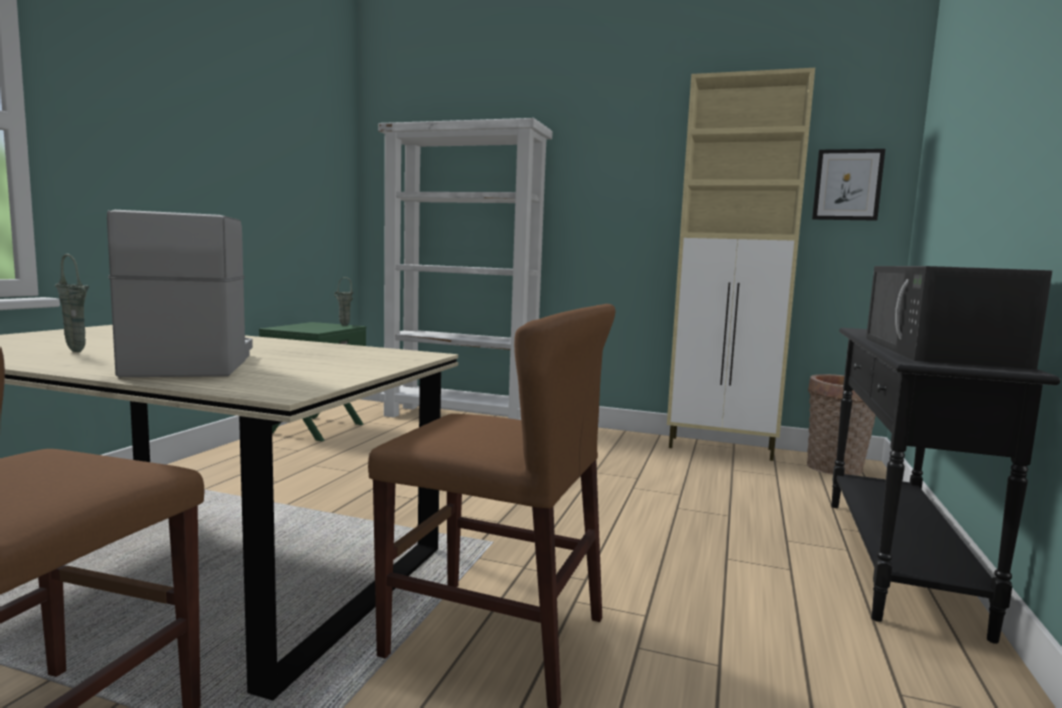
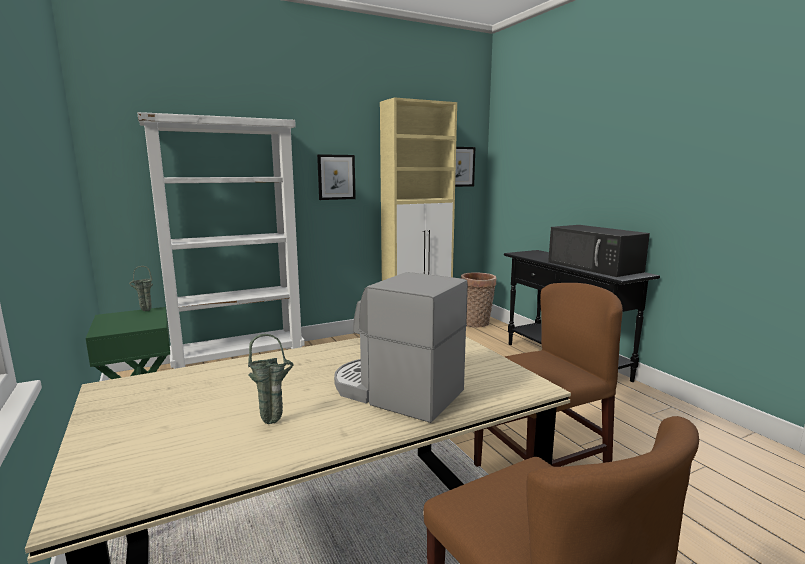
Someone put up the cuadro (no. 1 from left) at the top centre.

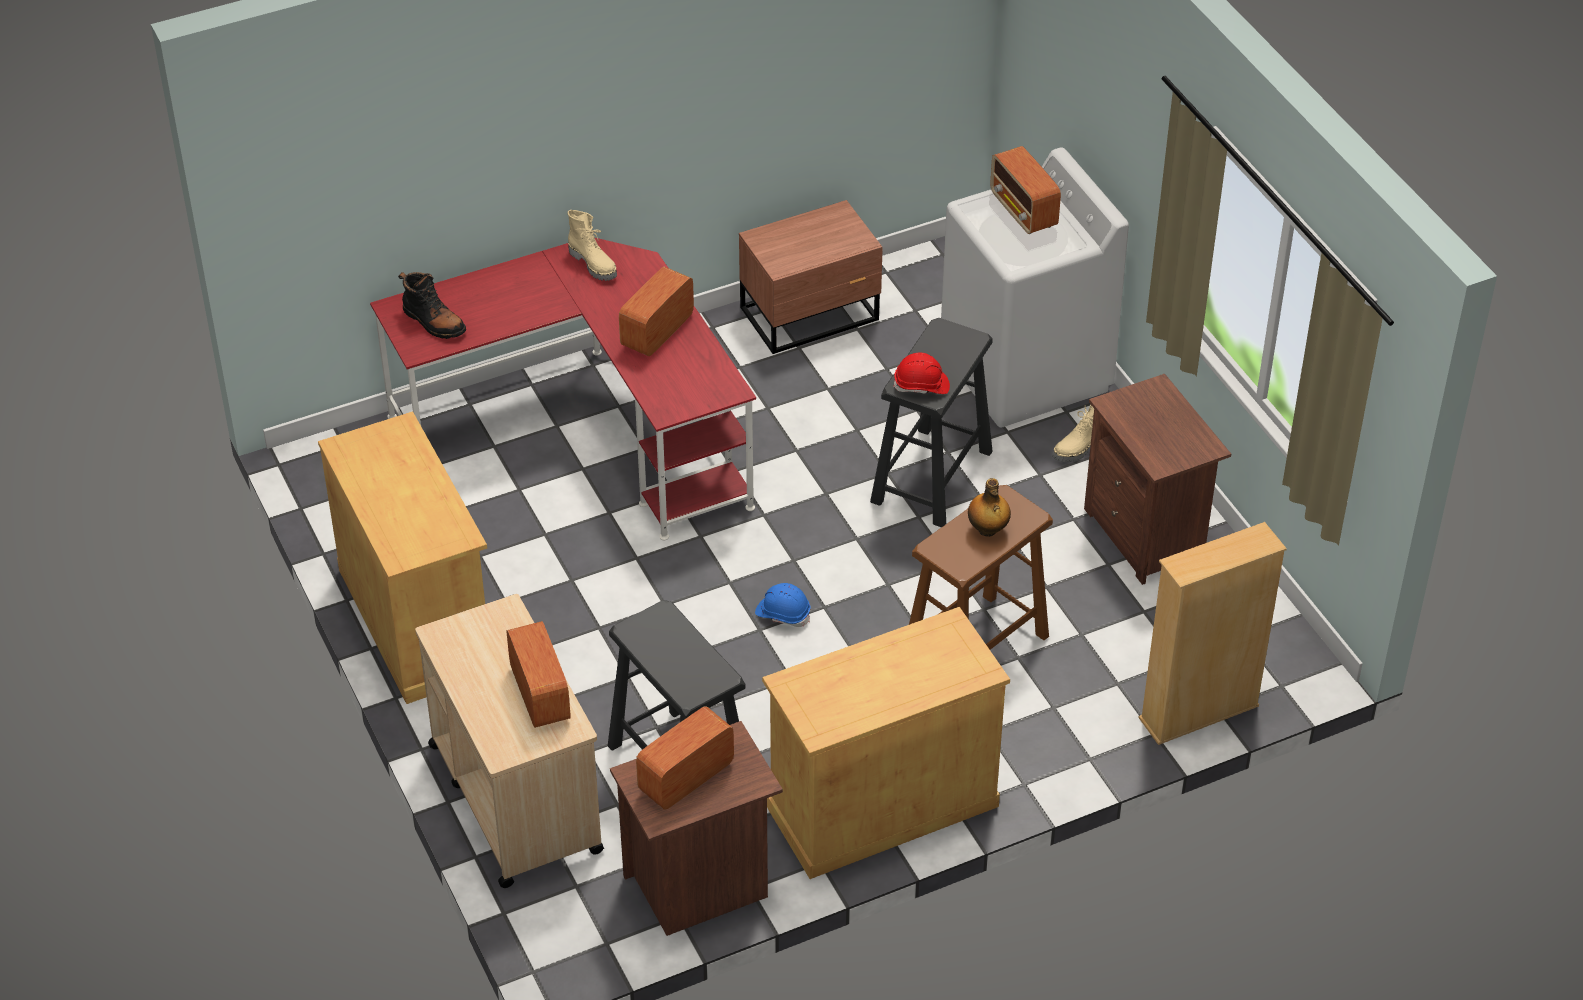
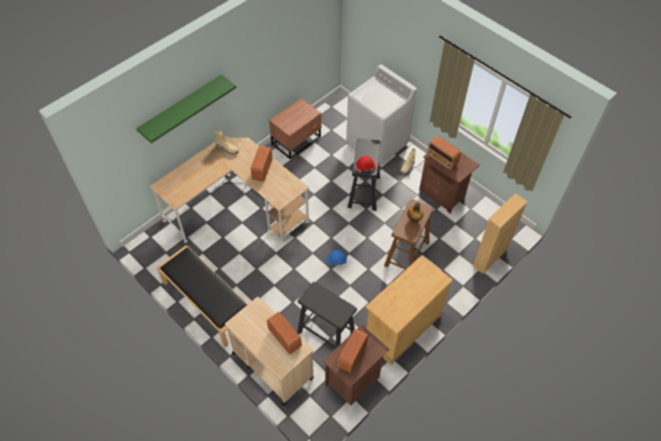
Someone carried the radio (no. 4 from left) from the top centre to the middle right. Someone repainted the escritorio [rojo] at the centre, which became the escritorio [beis] at the centre. Someone took away the bota [negro] at the top left. Someone swapped the armario [beis] (no. 1 from left) at the middle left for the banco [negro] at the bottom left. Someone put up the estante [verde] at the top left.

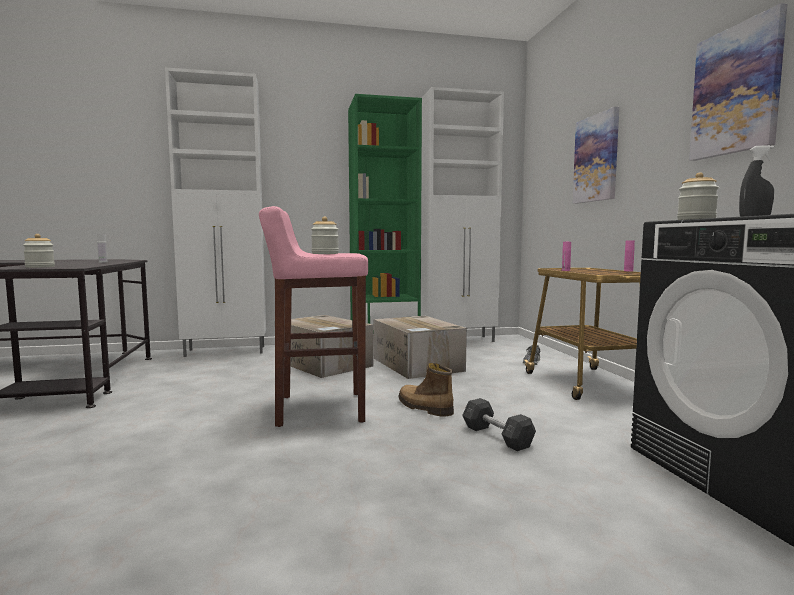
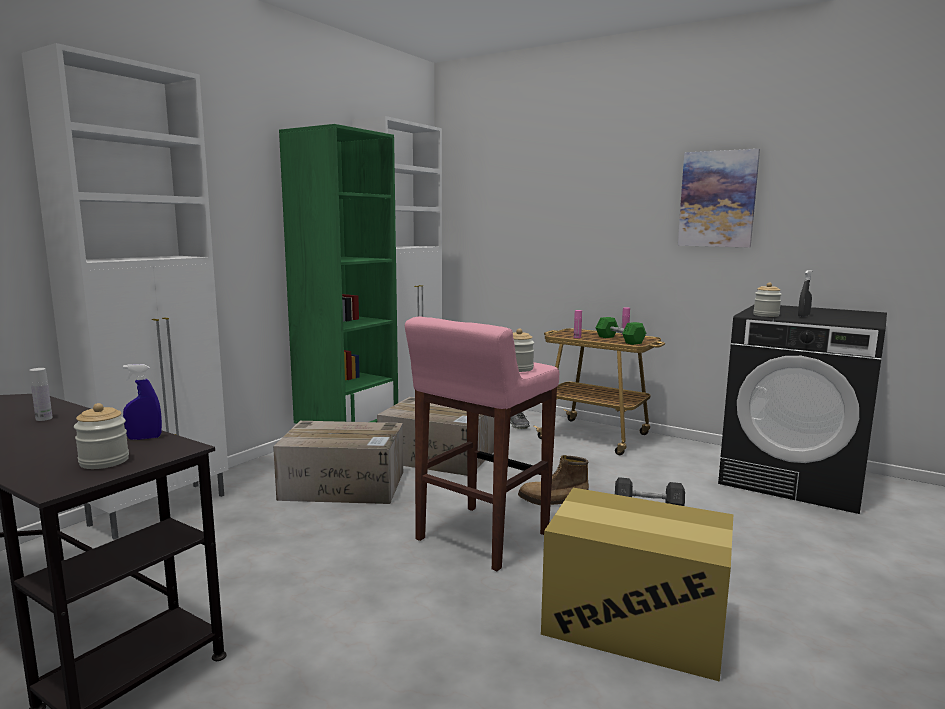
Someone took away the cuadro (no. 1 from left) at the top right. Someone put down the mancuerna [verde] at the centre. Someone put down the pulverizador [azul] at the middle left. Someone put down the caja de cartón (no. 3 from left) at the bottom right.

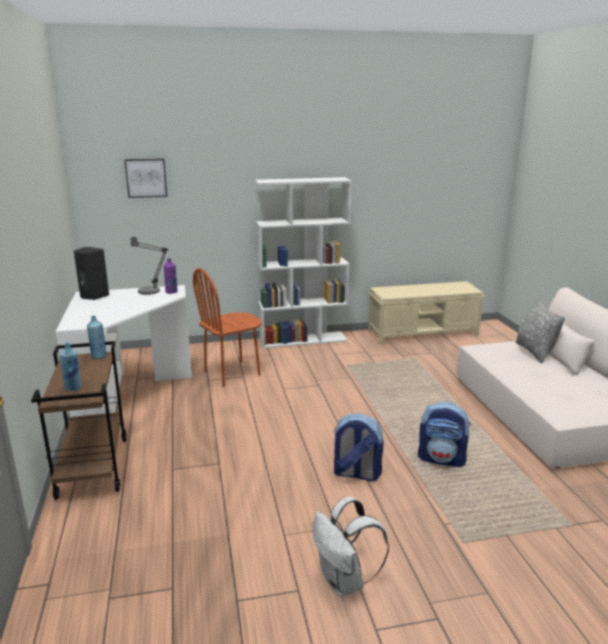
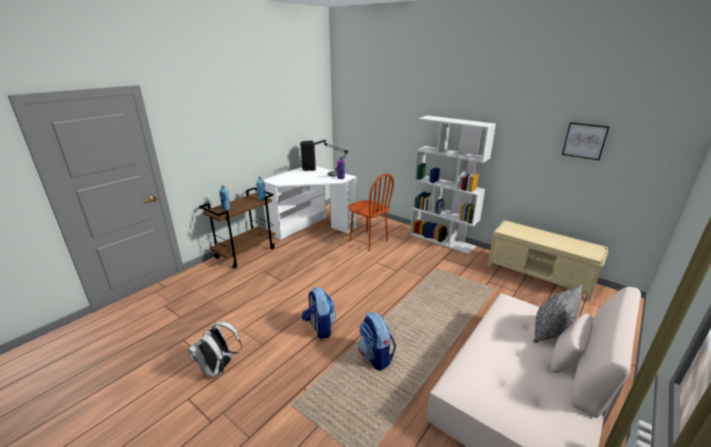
Someone carried the cuadro from the top left to the top right. Someone rotated the silla [marrón] at the centre by 150 degrees counterclockwise.

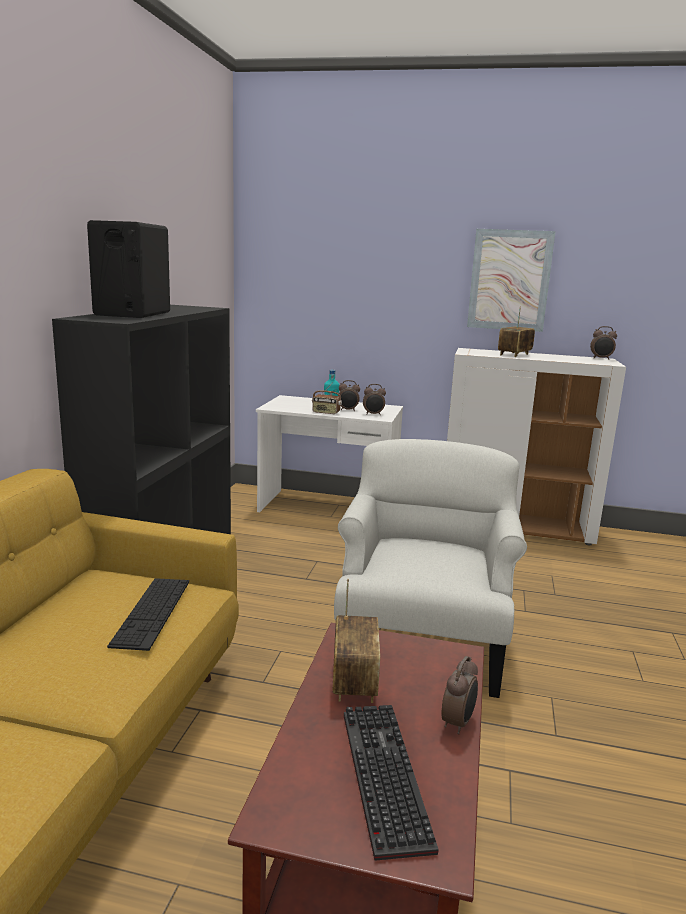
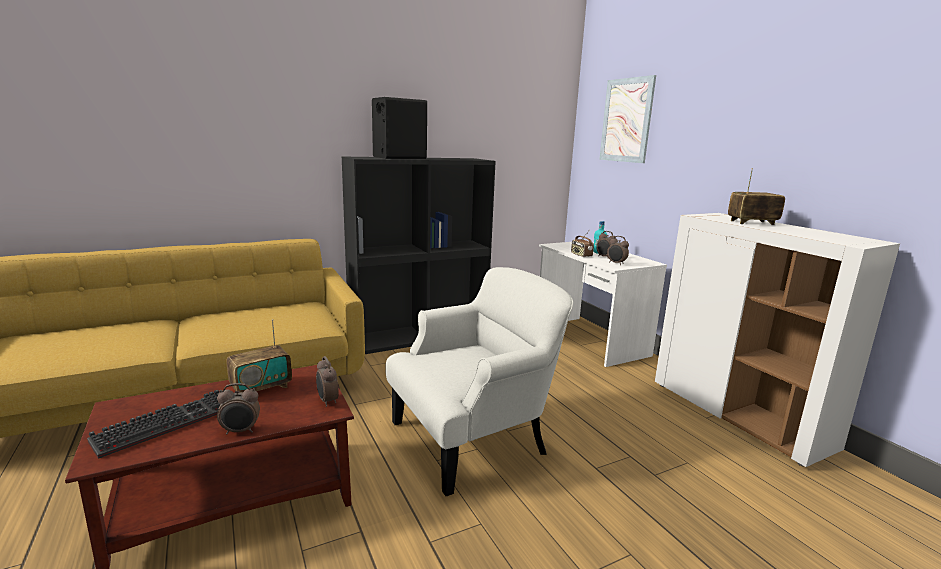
Someone carried the cuadro from the top right to the top centre. Someone carried the despertador (no. 4 from left in the first image) from the middle right to the bottom centre. Someone took away the teclado (no. 1 from left) at the bottom left.

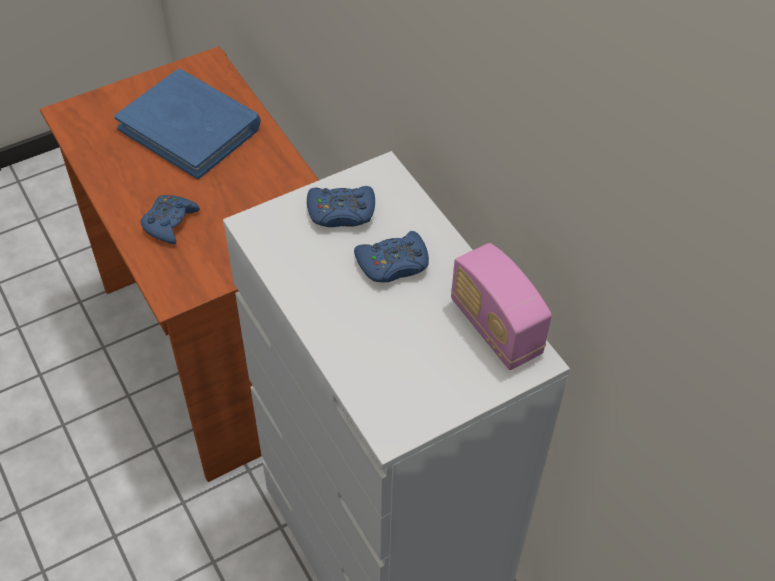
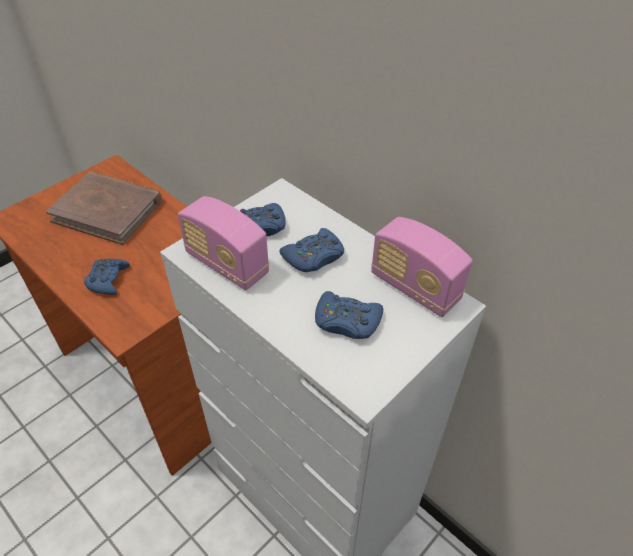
Someone repainted the libro [azul] at the top left, which became the libro [marrón] at the middle left. Someone put down the radio (no. 1 from left) at the centre. Someone put down the mando de consola [azul] (no. 4 from left) at the centre.

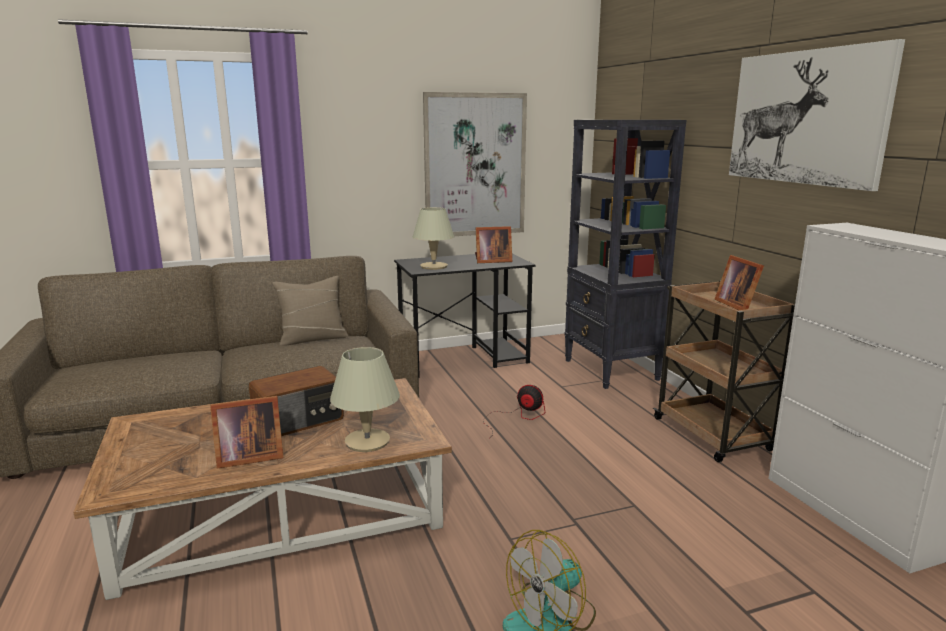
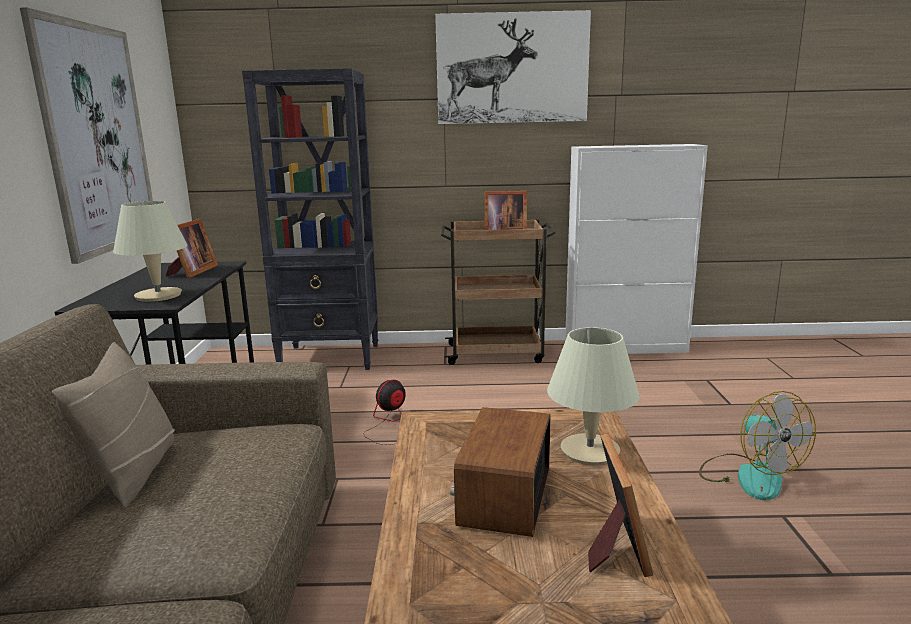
Someone rotated the radio at the middle left by 150 degrees counterclockwise.

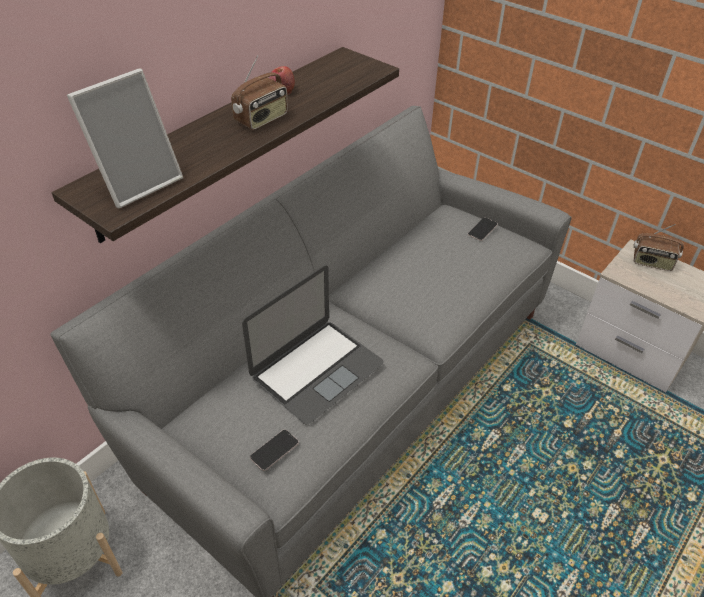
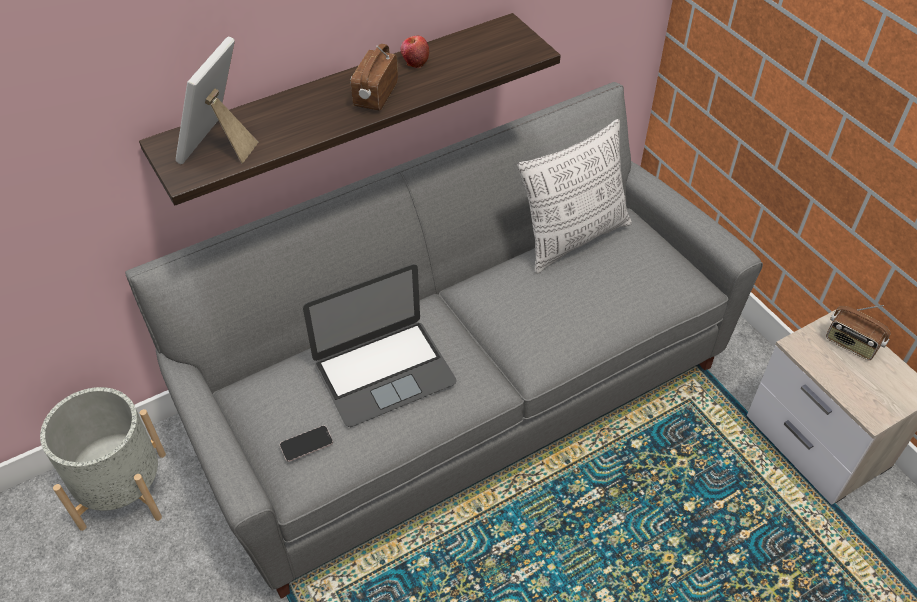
Someone rotated the radio (no. 1 from left) at the top centre by 135 degrees clockwise. Someone rotated the portarretratos at the top left by 135 degrees clockwise. Someone took away the móvil (no. 2 from left) at the middle right. Someone put down the cojín at the top centre.

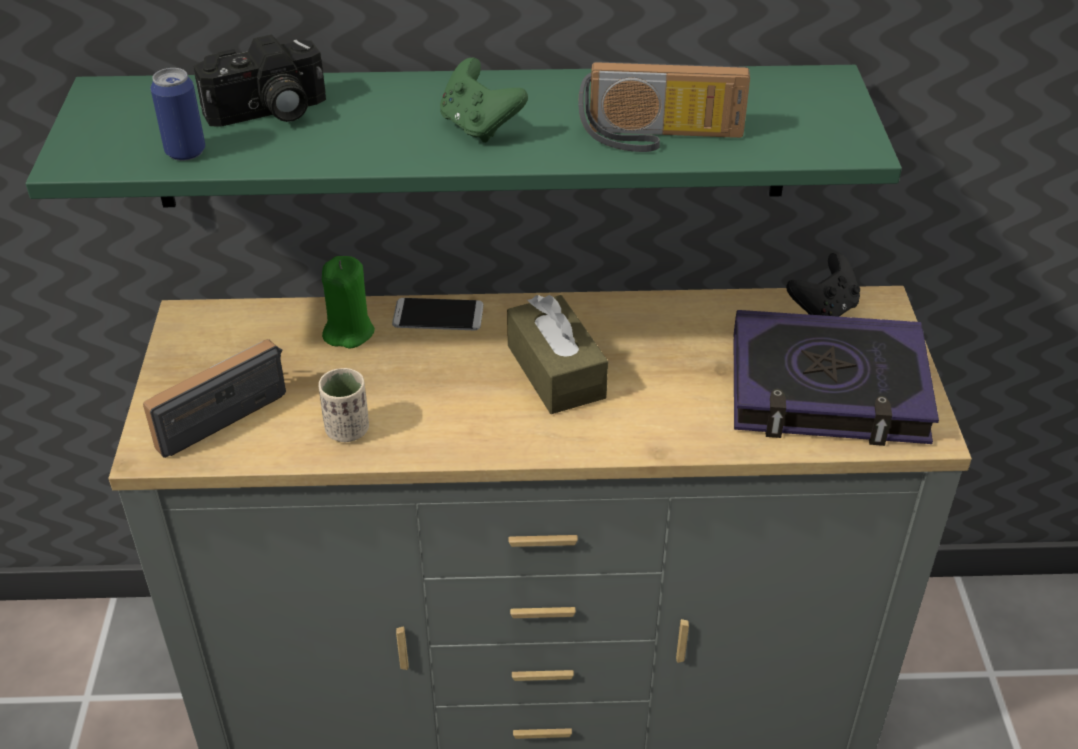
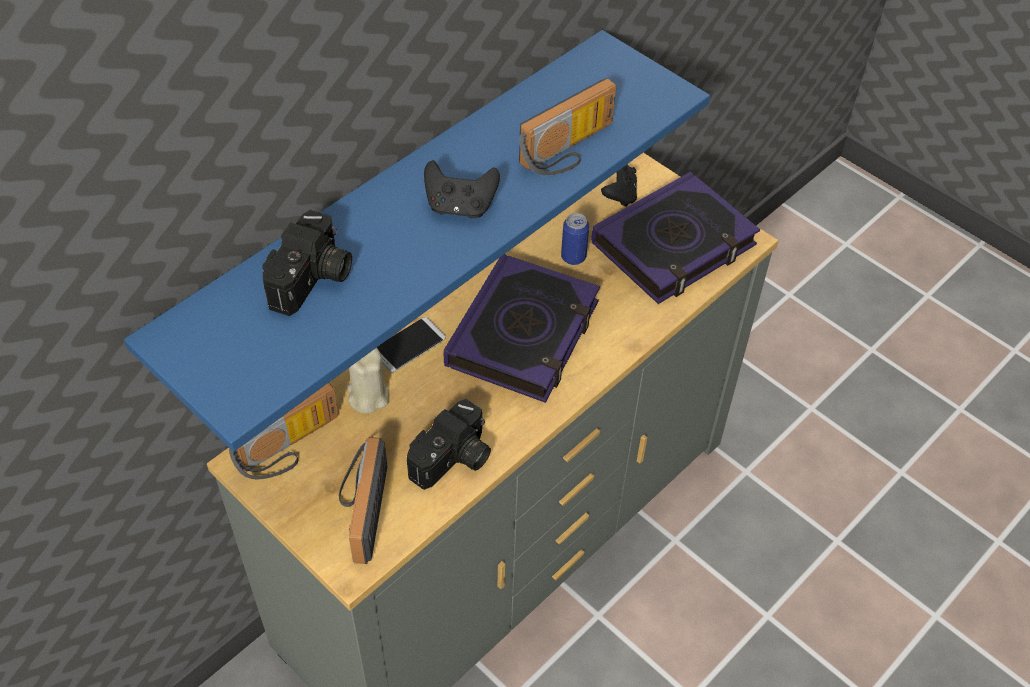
Someone repainted the mando de consola [verde] at the top centre, which became the mando de consola [negro] (no. 1 from left) at the top centre. Someone repainted the estante [verde] at the top centre, which became the estante [azul] at the centre. Someone carried the lata from the top left to the centre. Someone repainted the vela [verde] at the middle left, which became the vela [beis] at the centre. Someone swapped the caja de pañuelos [marrón] at the centre for the libro (no. 1 from left) at the centre. Someone swapped the taza [beis] at the middle left for the cámara (no. 2 from left) at the centre. Someone put down the radio (no. 1 from left) at the middle left.

